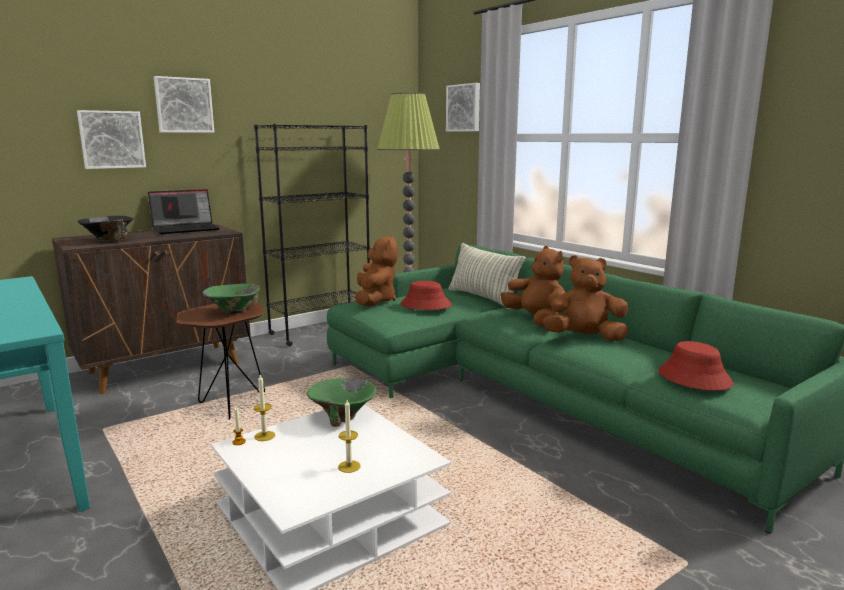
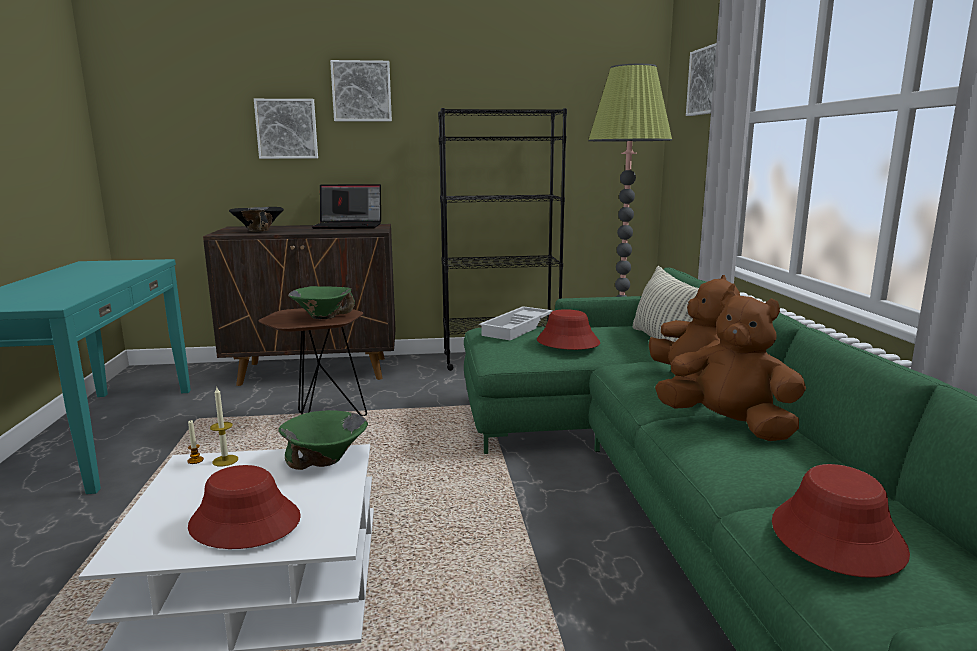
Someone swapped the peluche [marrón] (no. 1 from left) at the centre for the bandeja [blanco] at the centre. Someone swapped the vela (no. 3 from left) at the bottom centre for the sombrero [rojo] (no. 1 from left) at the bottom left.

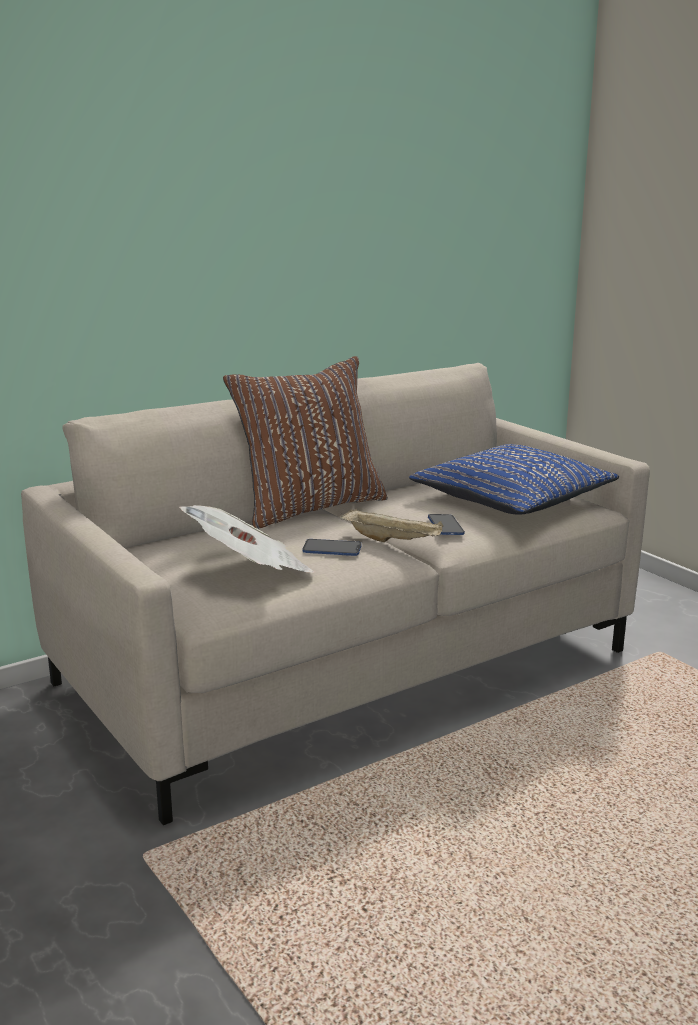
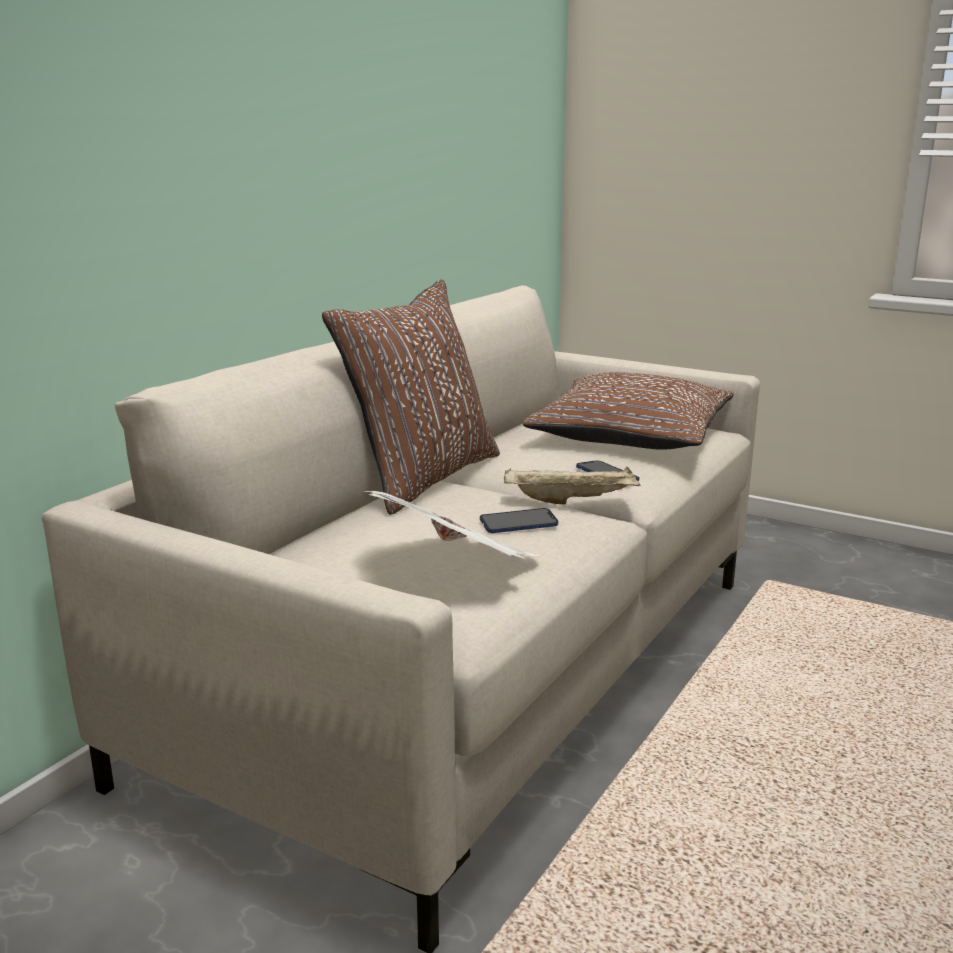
Someone repainted the cojín [azul] at the middle right, which became the cojín [marrón] (no. 2 from left) at the centre.

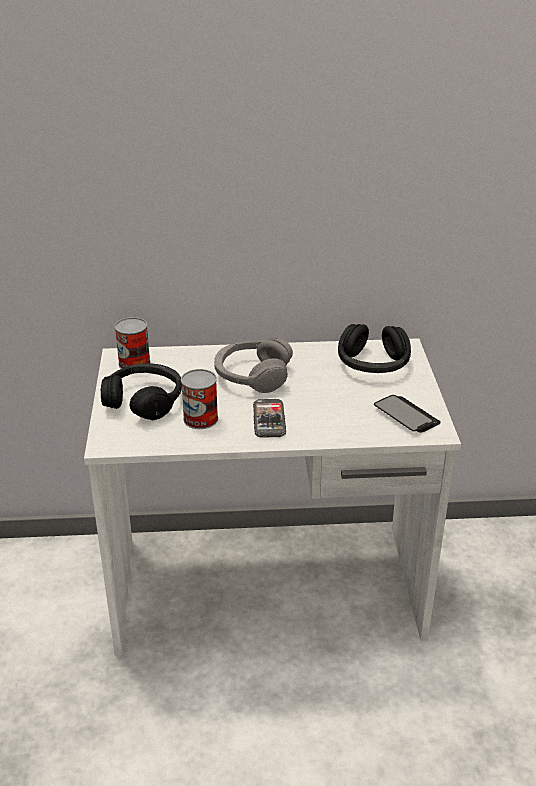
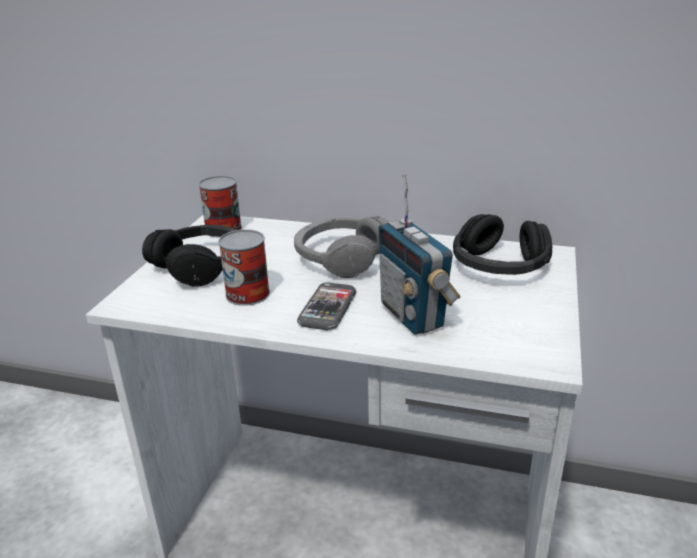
Someone took away the móvil (no. 2 from left) at the middle right. Someone put down the radio at the centre.

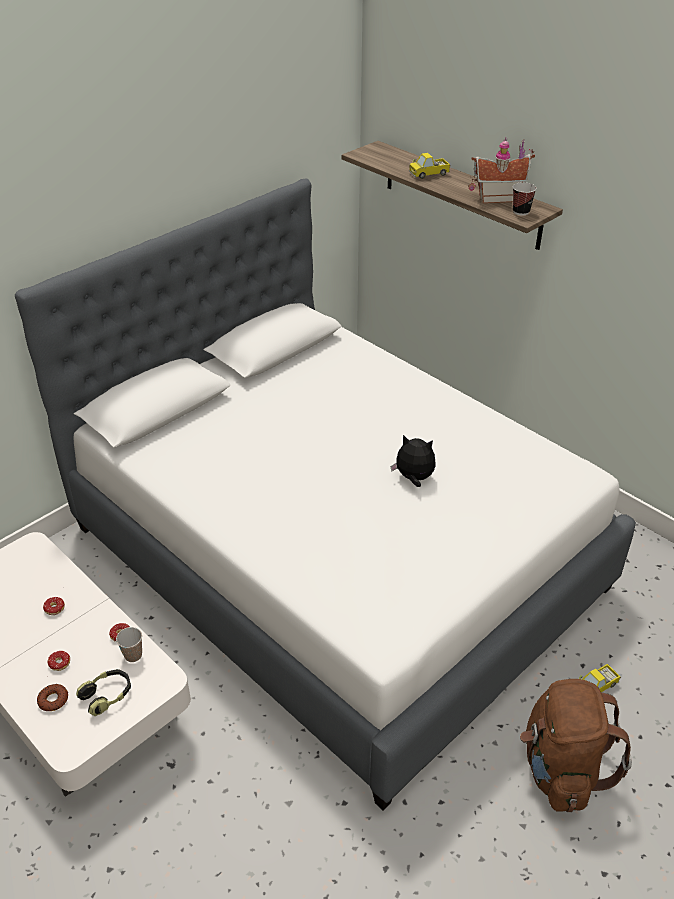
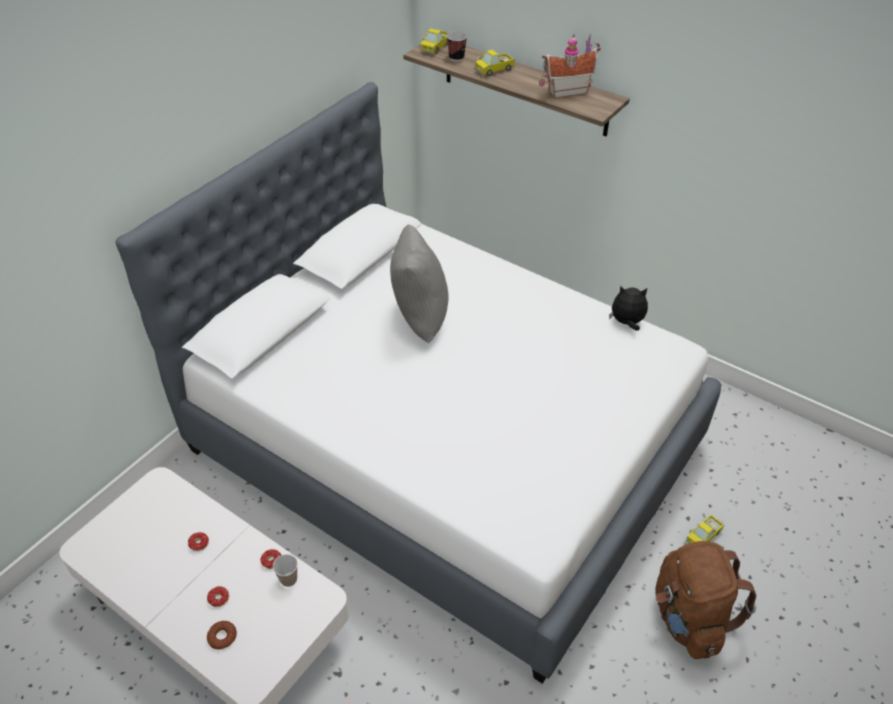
Someone carried the taza (no. 2 from left) from the top right to the top centre. Someone carried the peluche from the centre to the middle right. Someone took away the auriculares at the bottom left. Someone put down the camión de juguete (no. 1 from left) at the top centre. Someone put down the cojín [gris] at the centre.

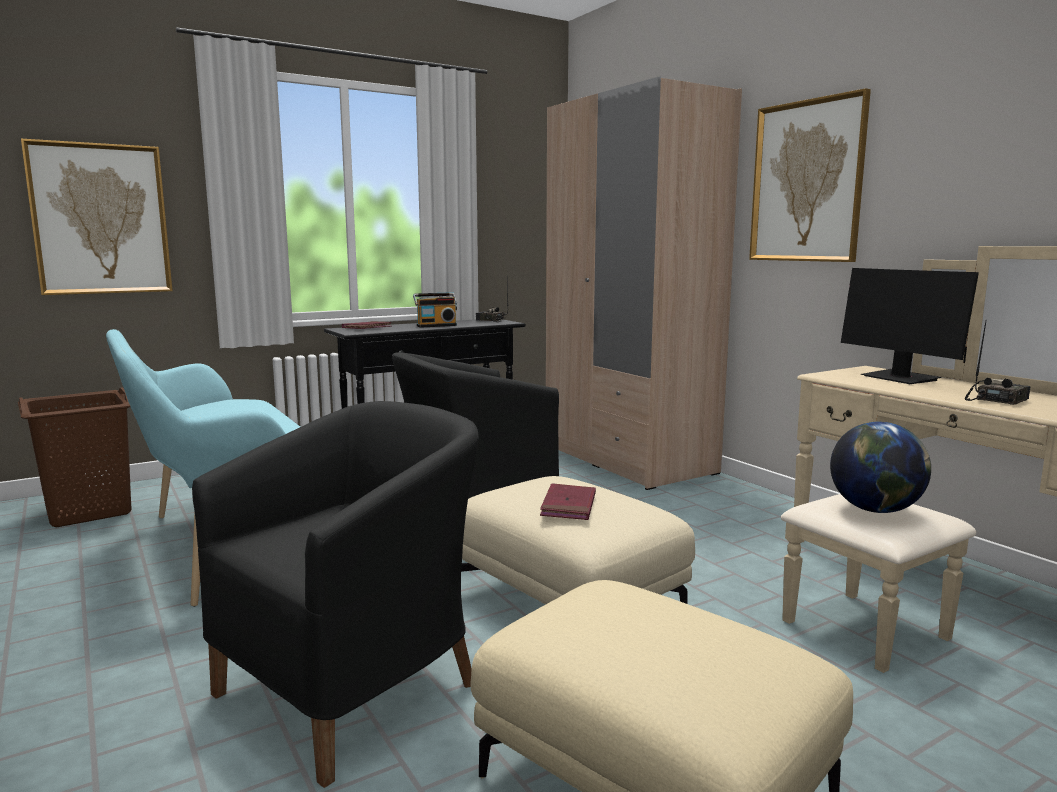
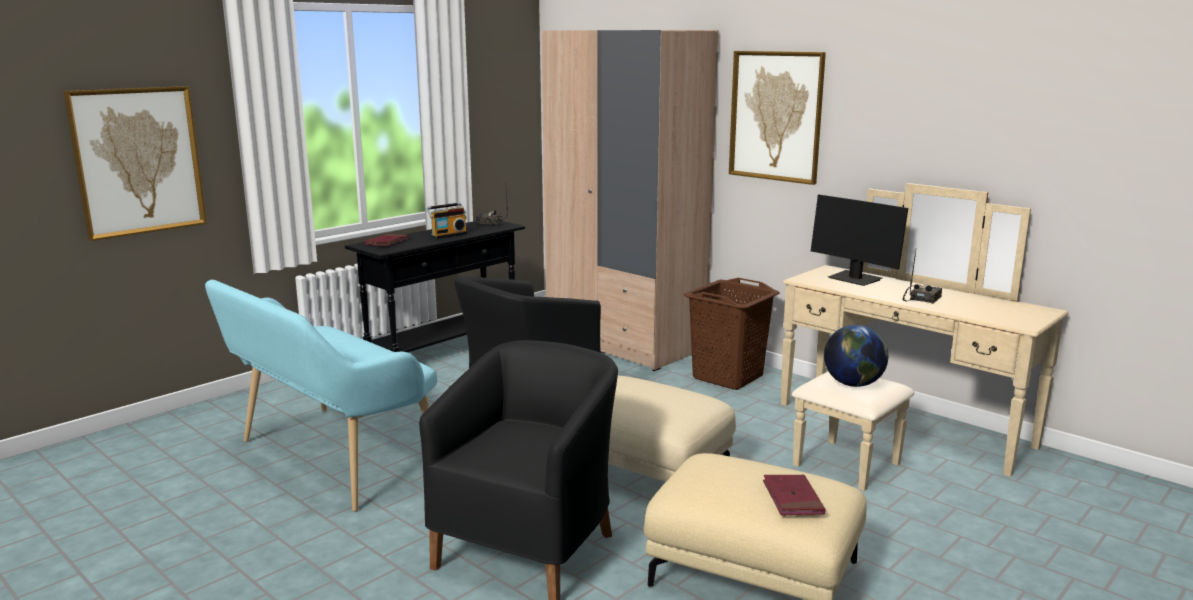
Someone carried the cesto de la ropa [marrón] from the middle left to the centre. Someone carried the libro [rojo] (no. 2 from left) from the centre to the bottom centre.

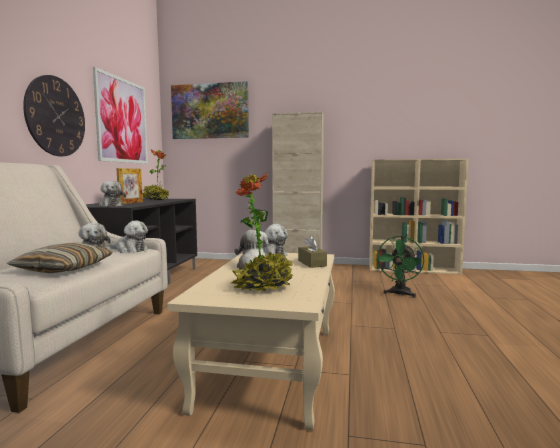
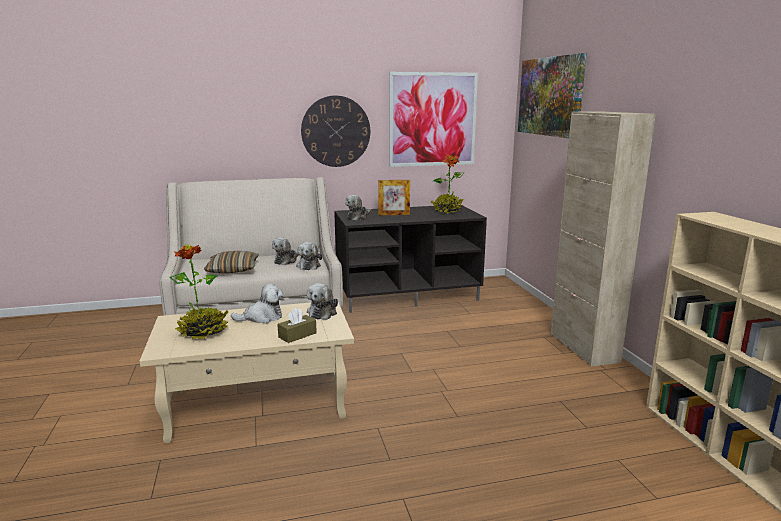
Someone took away the ventilador [verde] at the middle right.

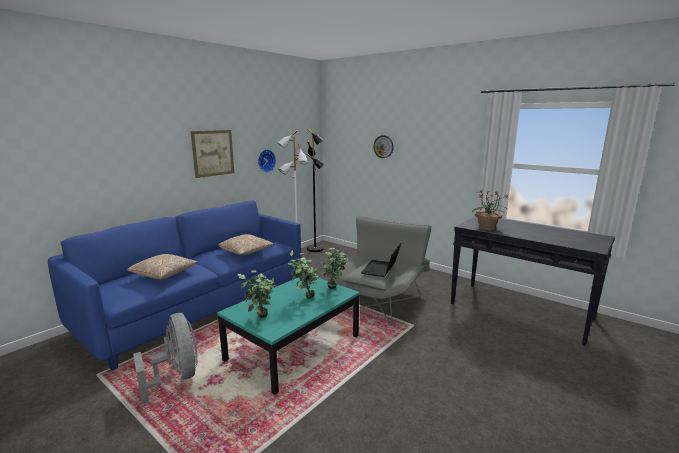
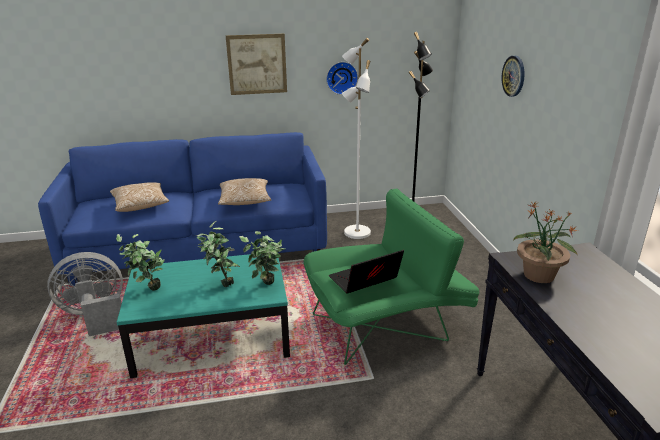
Someone repainted the sillón [gris] at the centre, which became the sillón [verde] at the centre. Someone rotated the ventilador [gris] at the bottom left by 120 degrees counterclockwise.

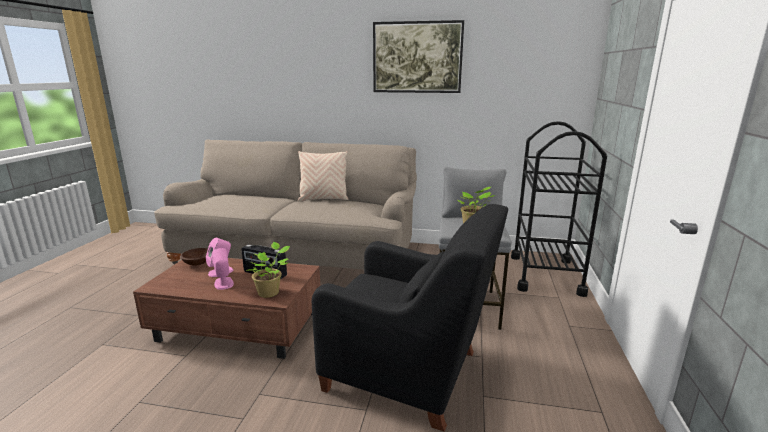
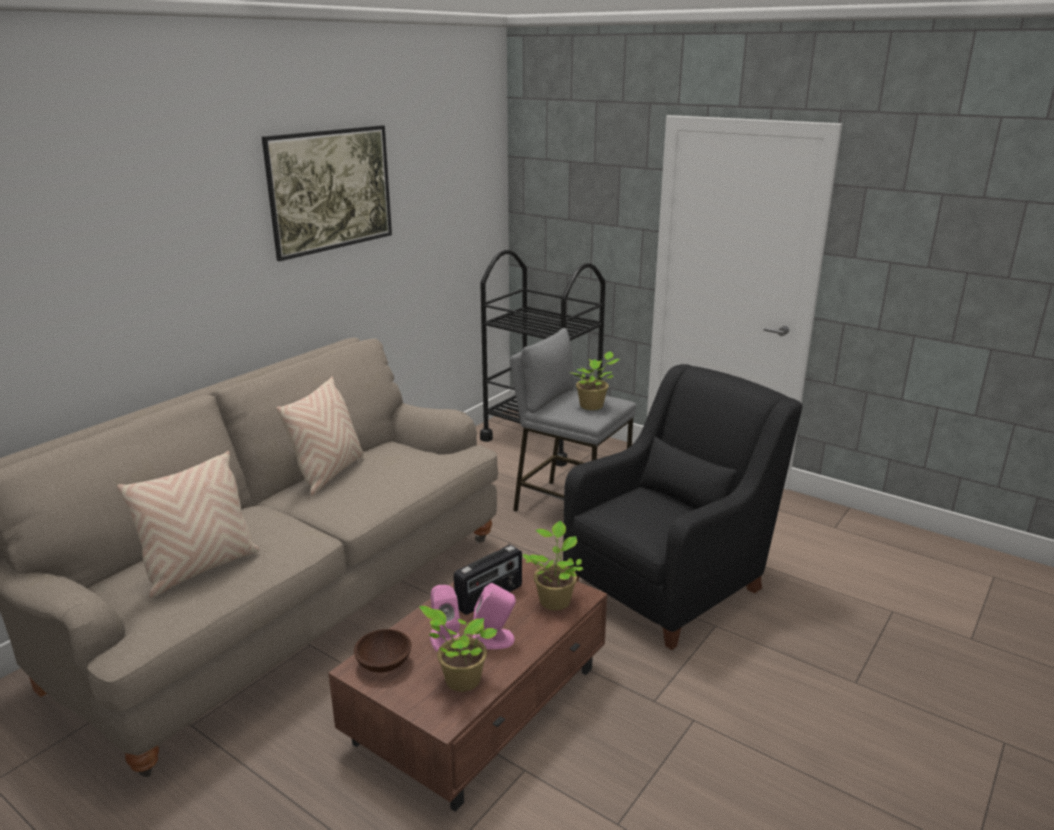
Someone put down the cojín [beis] (no. 1 from left) at the middle left. Someone put down the planta en maceta (no. 1 from left) at the bottom centre.

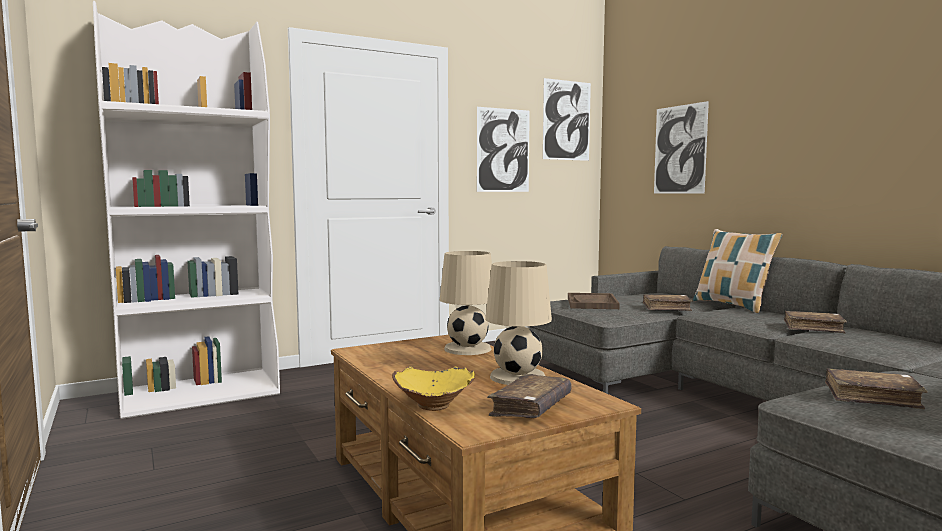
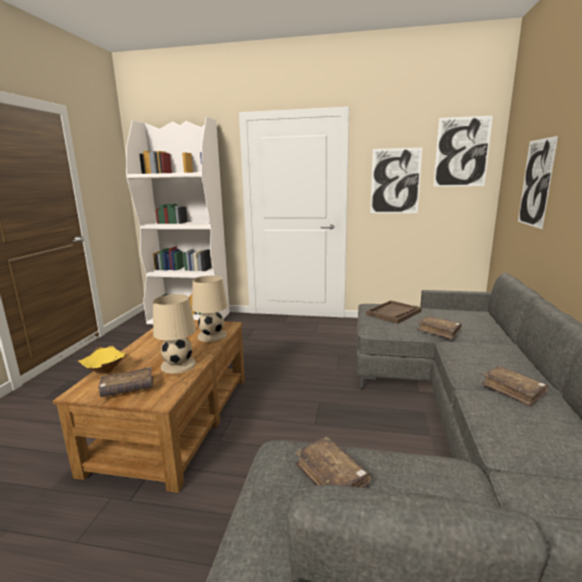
Someone took away the cojín at the middle right.

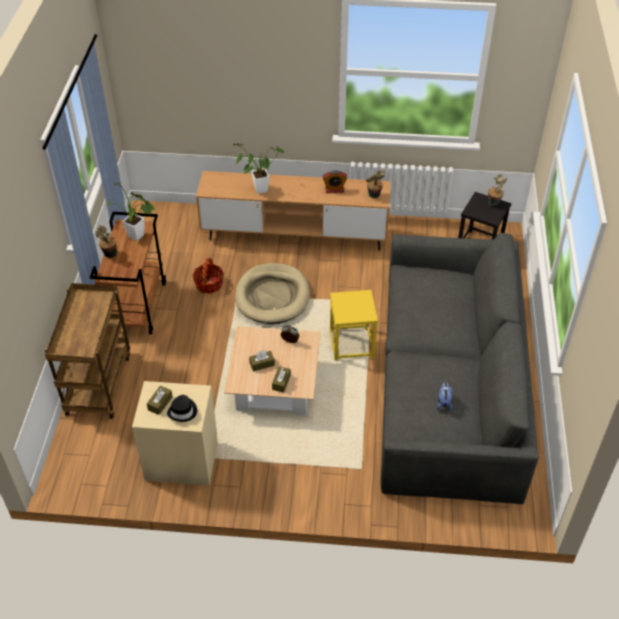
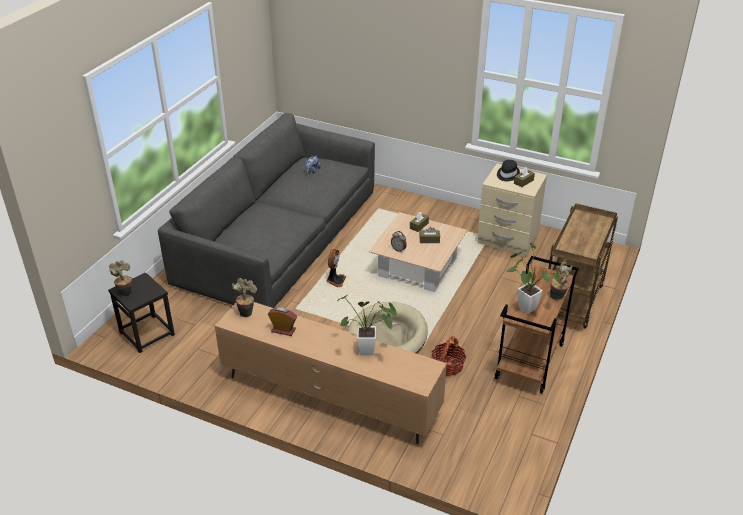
Someone swapped the taburete [amarillo] at the centre for the ventilador at the centre.

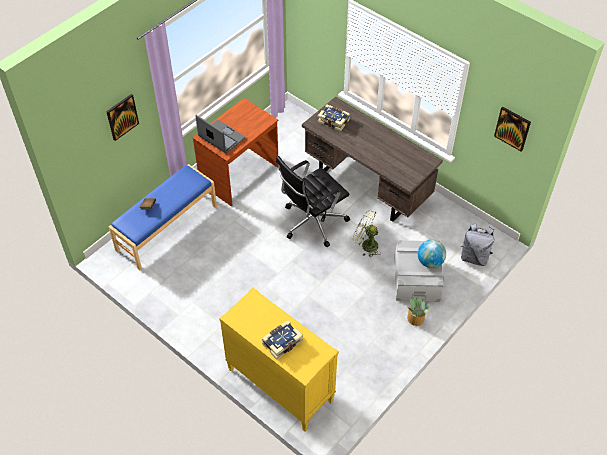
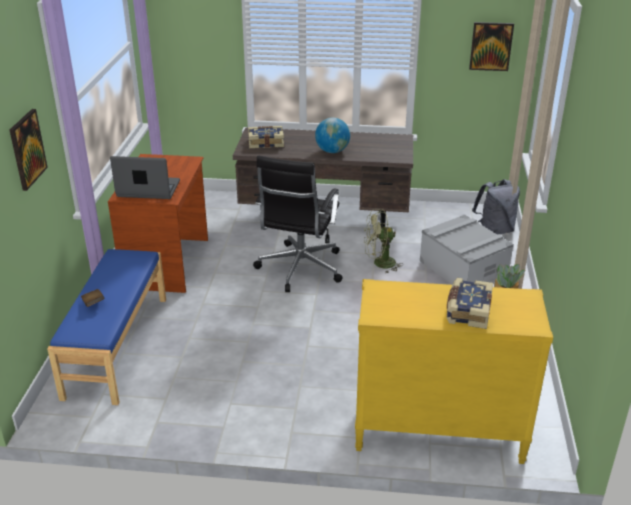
Someone carried the globo terráqueo from the middle right to the top centre.

